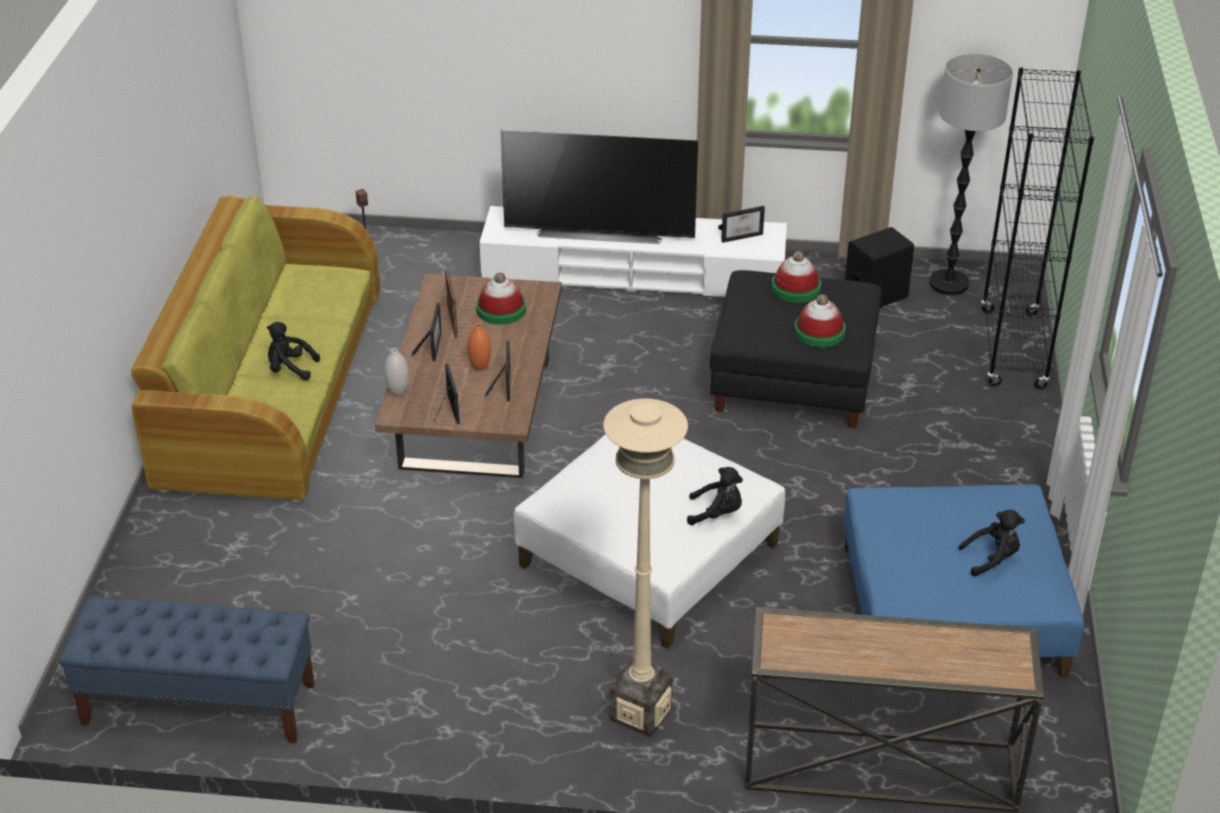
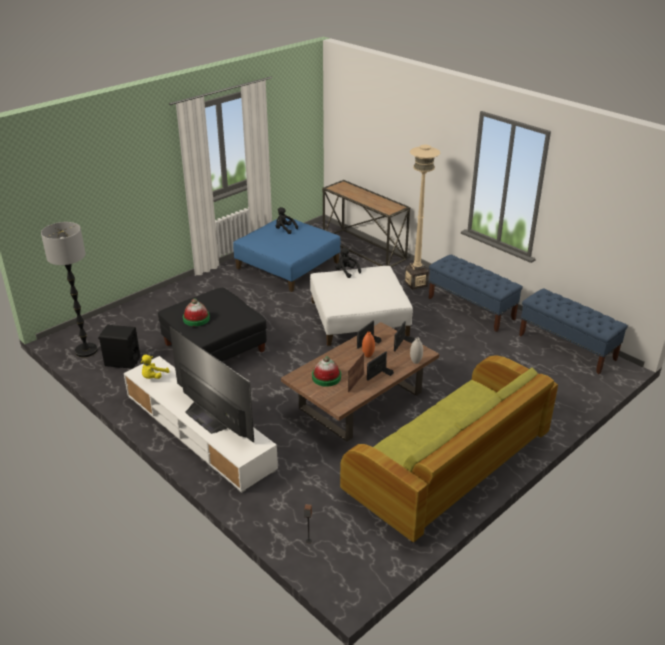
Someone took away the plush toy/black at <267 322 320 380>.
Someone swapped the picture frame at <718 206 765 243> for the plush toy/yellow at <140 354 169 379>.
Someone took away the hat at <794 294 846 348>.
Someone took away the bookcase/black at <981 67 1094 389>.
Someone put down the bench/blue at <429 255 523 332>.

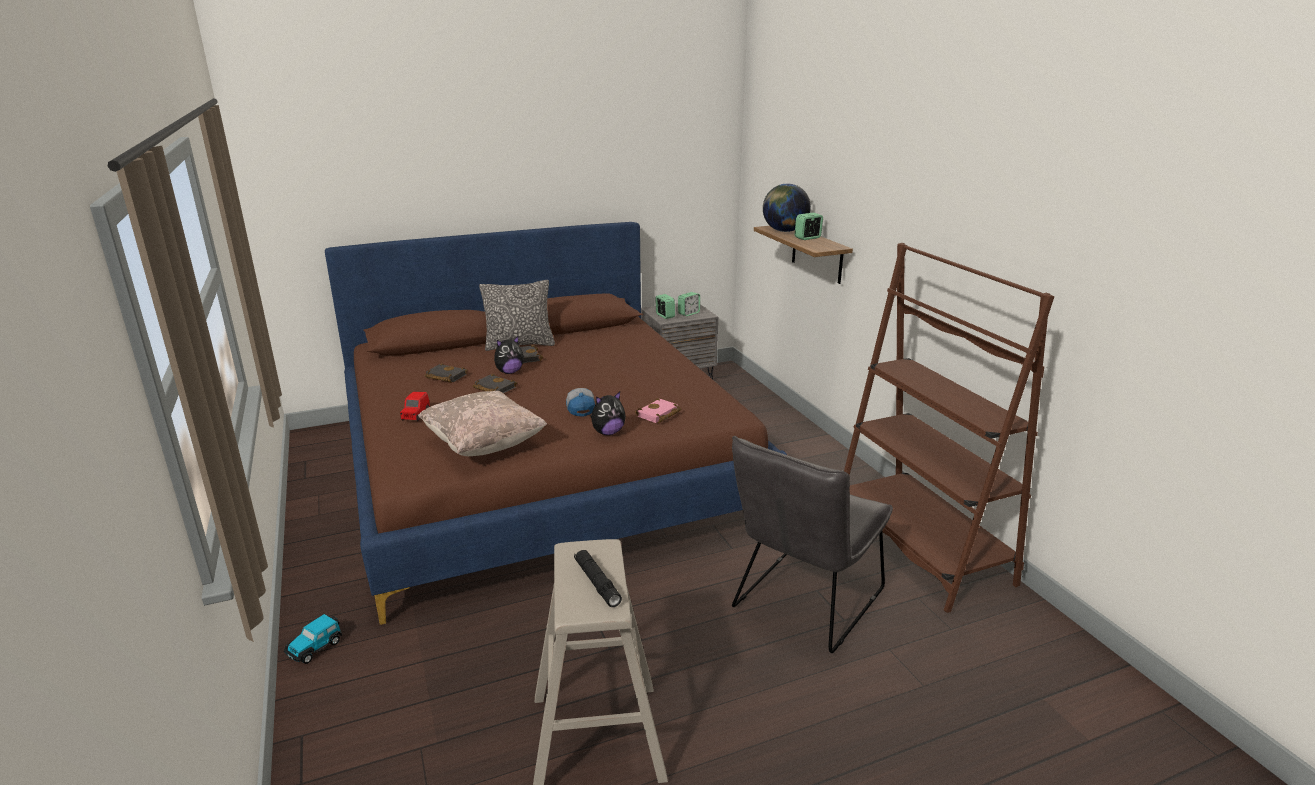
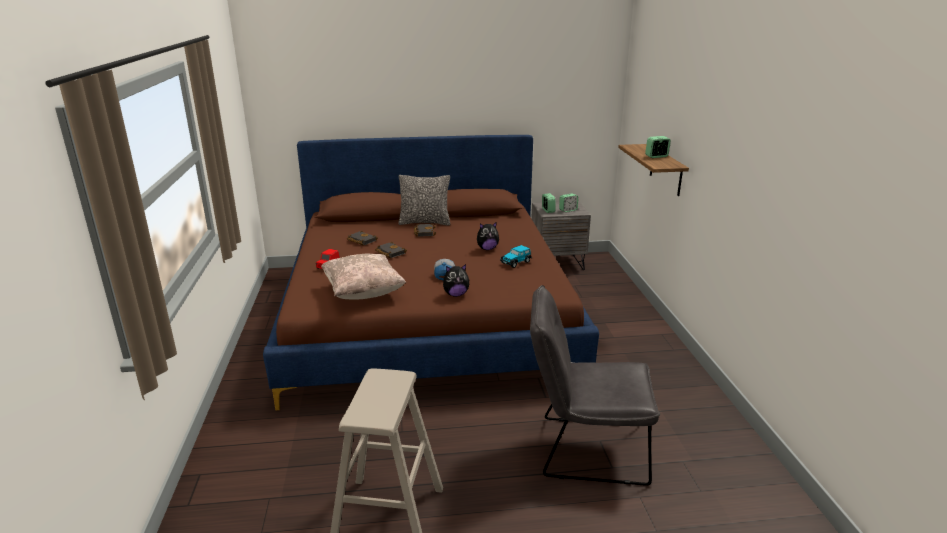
Someone carried the toy car from <284 614 343 664> to <500 245 532 268>.
Someone carried the plush toy from <494 336 524 374> to <477 222 499 250>.
Someone took away the flashlight/black at <574 550 622 607>.
Someone took away the book/pink at <635 398 681 423>.
Someone rotated the chair/grey at <732 436 893 653> by 45 degrees clockwise.
Someone took away the globe at <763 184 811 232>.
Someone took away the bookcase/brown at <844 243 1054 613>.

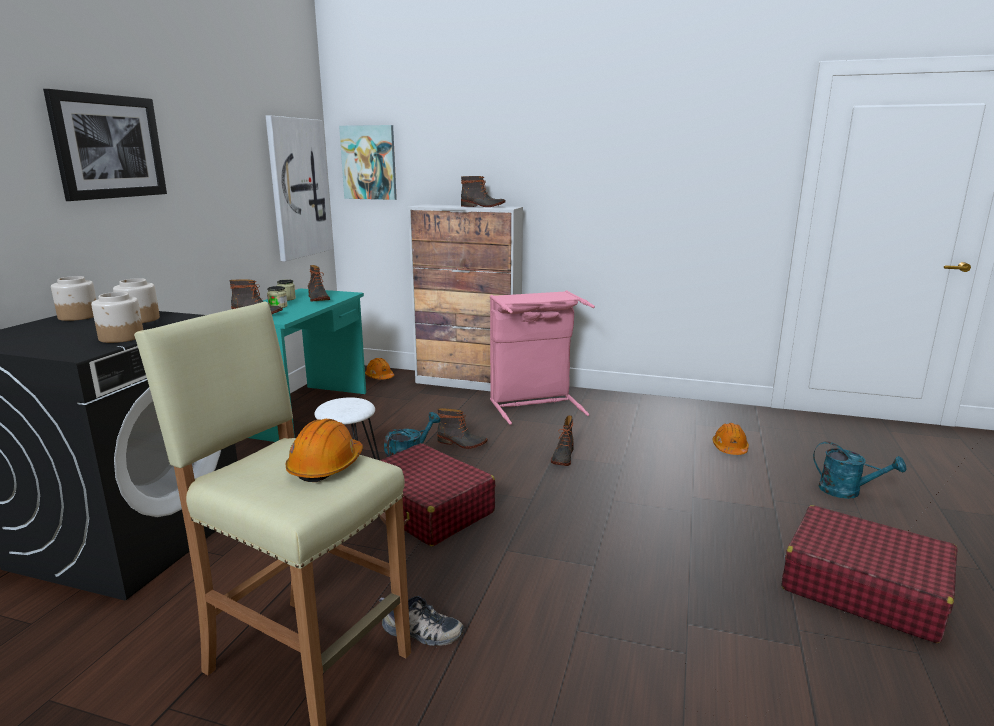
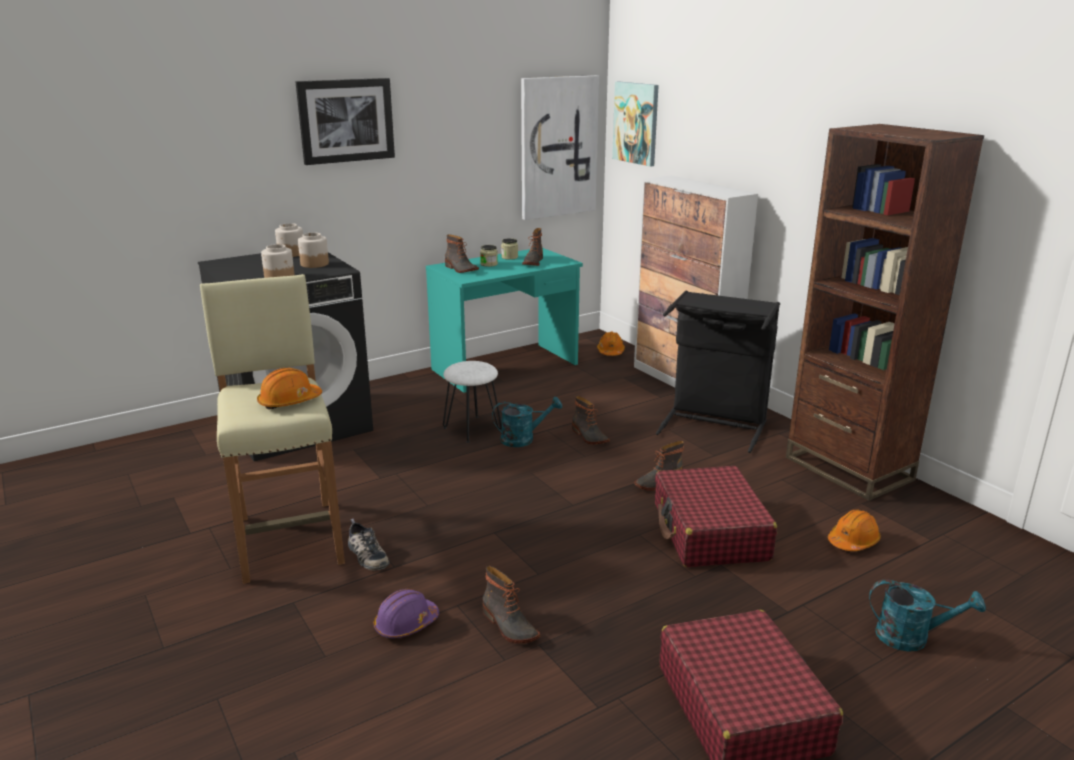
Someone carried the suitcase/red from <379 443 495 546> to <655 466 777 567>.
Someone carried the boot from <461 176 506 207> to <483 566 540 643>.
Someone repainted the laundry basket/pink at <490 290 595 425>, which became the laundry basket/black at <656 291 780 453>.
Someone rotated the watering can/turquoise at <813 441 906 499> by 60 degrees counterclockwise.
Someone put down the hard hat/purple at <374 589 439 639>.
Someone put down the bookcase/brown at <786 124 984 501>.

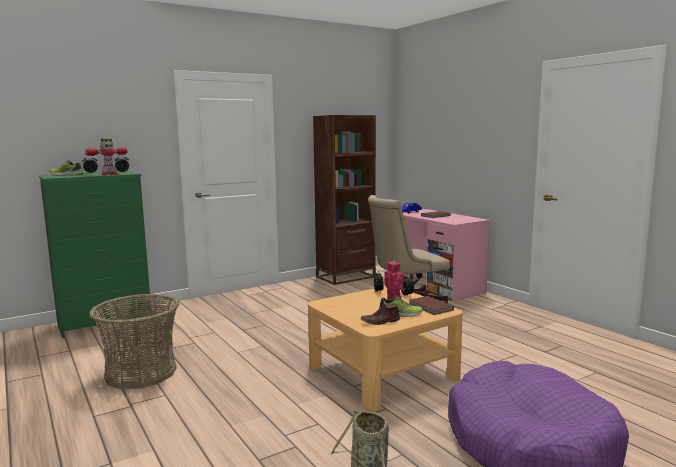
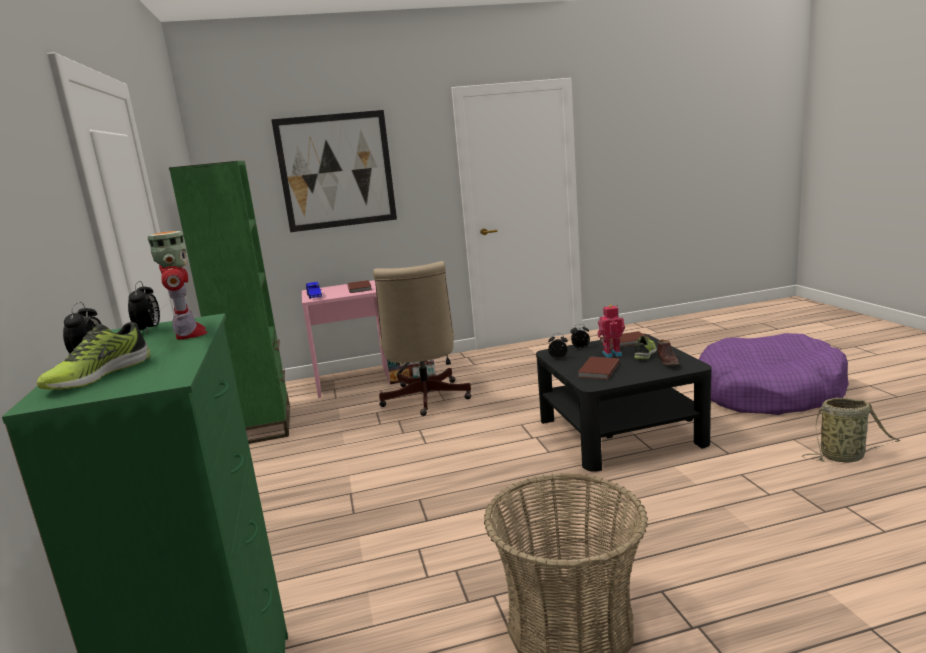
Someone repainted the coffee table/beige at <308 286 463 410>, which became the coffee table/black at <536 334 711 472>.
Someone repainted the bookcase/brown at <313 115 376 285>, which became the bookcase/green at <169 161 290 444>.
Someone put up the picture at <271 110 397 232>.
Someone put down the book/brown at <578 357 620 380>.

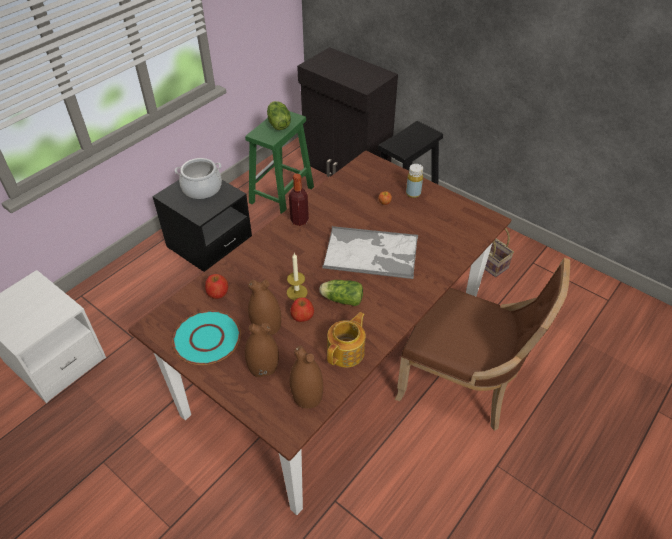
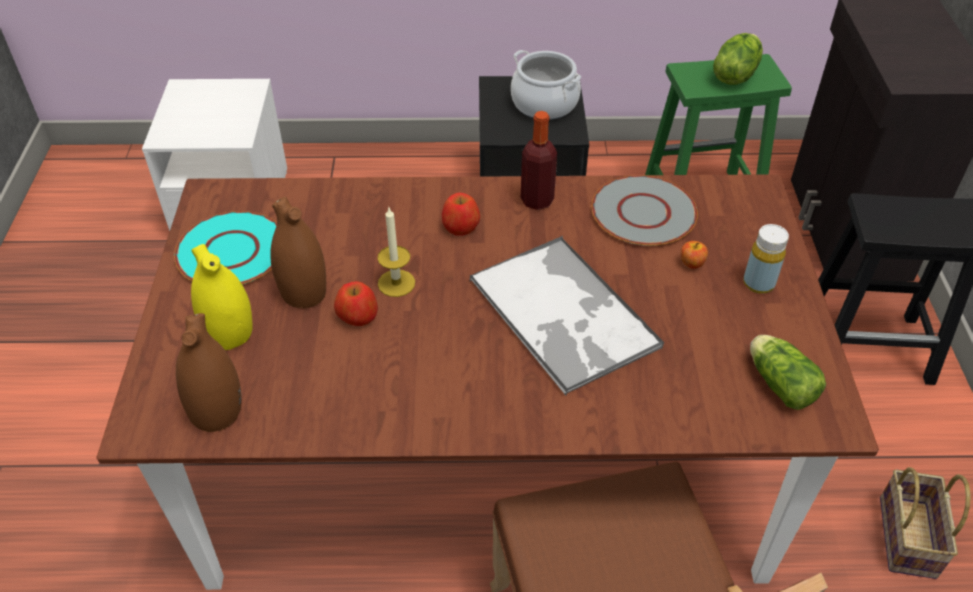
Someone carried the apple from <205 274 228 299> to <442 193 480 236>.
Someone repainted the vase/brown at <245 323 279 377>, which became the vase/yellow at <191 244 253 350>.
Someone carried the lettuce from <319 280 363 306> to <750 335 826 410>.
Someone took away the teapot at <327 312 366 368>.
Someone put down the plate/grey at <592 175 698 246>.

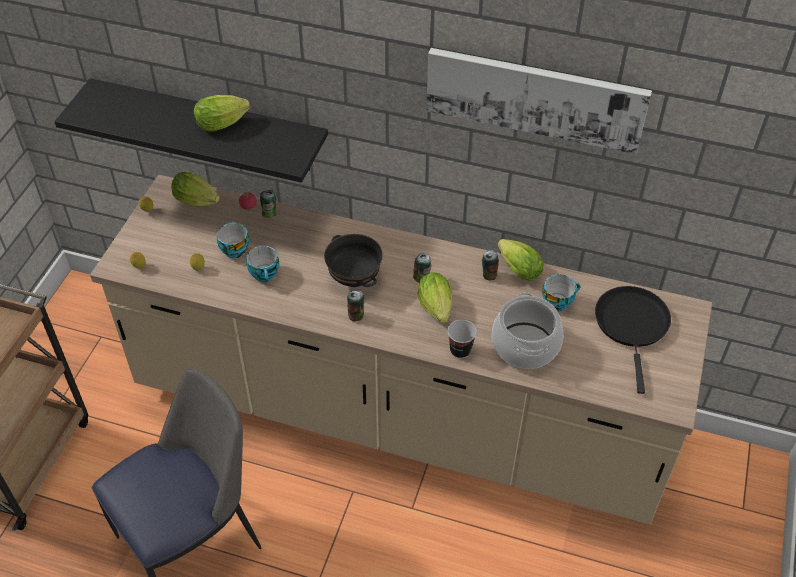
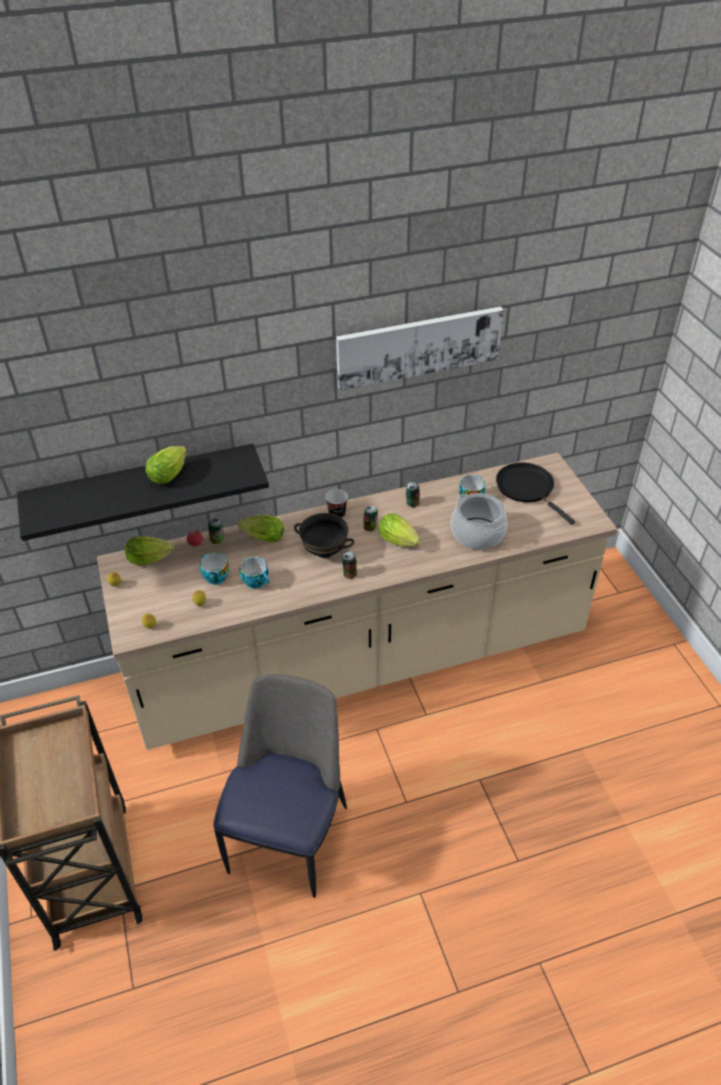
Someone carried the cup from <448 320 477 359> to <325 489 348 518>.
Someone carried the lettuce from <498 239 544 281> to <238 515 284 543>.

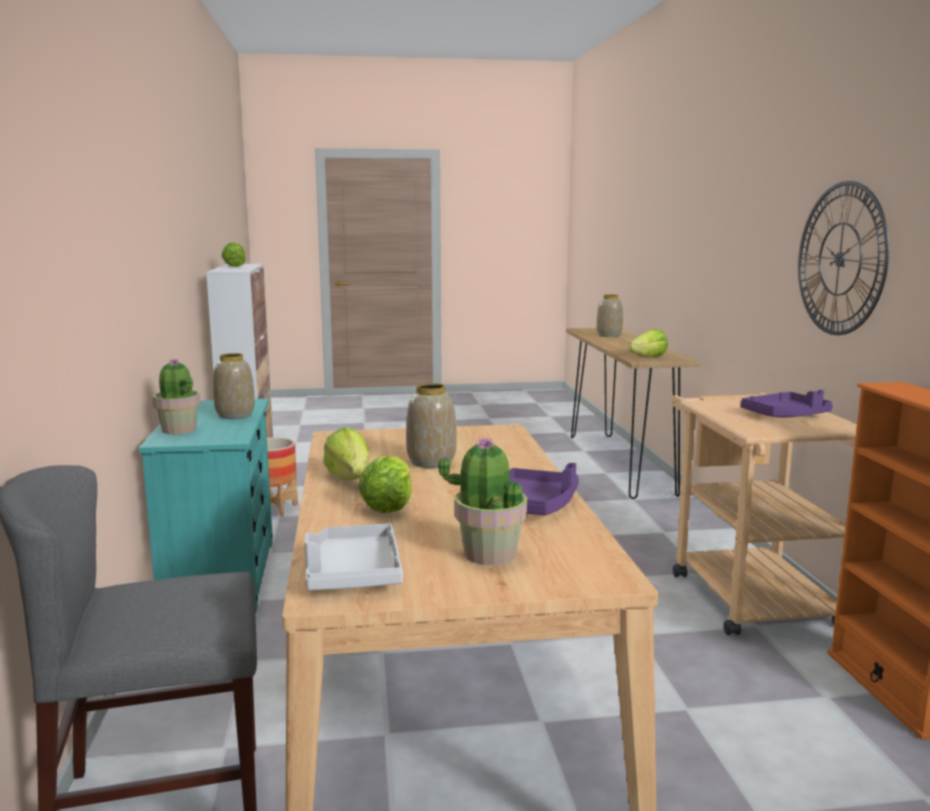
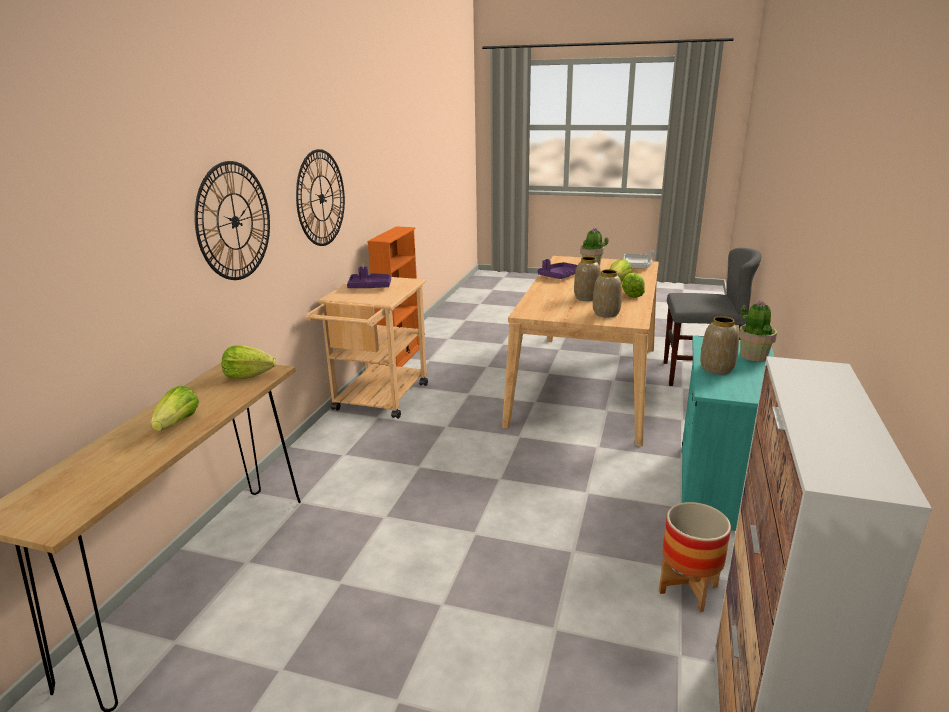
Someone carried the lettuce from <221 242 246 267> to <151 386 199 431>.
Someone carried the vase from <597 294 623 337> to <593 269 622 318>.
Someone put up the wall clock at <194 161 270 280>.

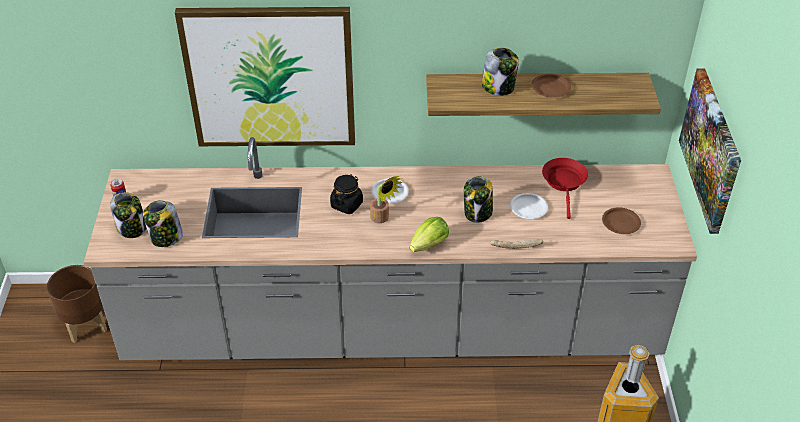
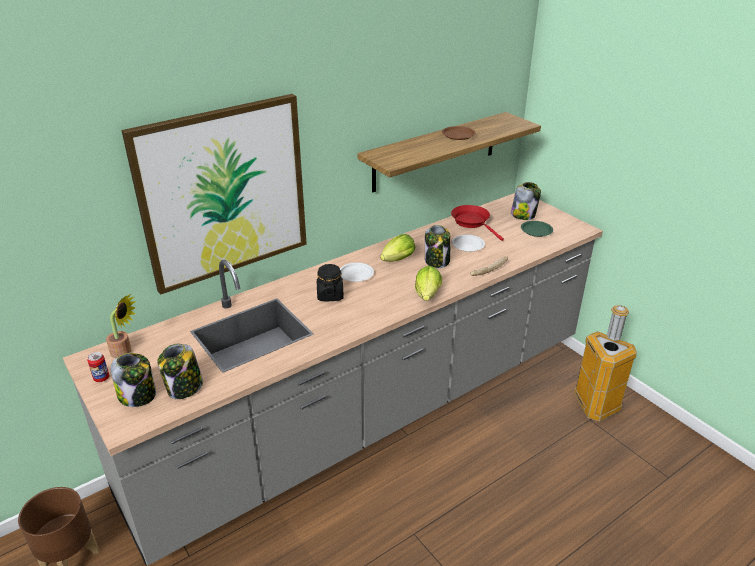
Someone carried the potted plant from <370 176 403 223> to <106 294 137 358>.
Someone carried the jar from <482 47 519 96> to <511 182 541 220>.
Someone repainted the plate/brown at <602 207 641 234>, which became the plate/green at <521 221 553 237>.
Someone took away the picture at <679 69 741 234>.
Someone put down the lettuce at <380 234 415 262>.

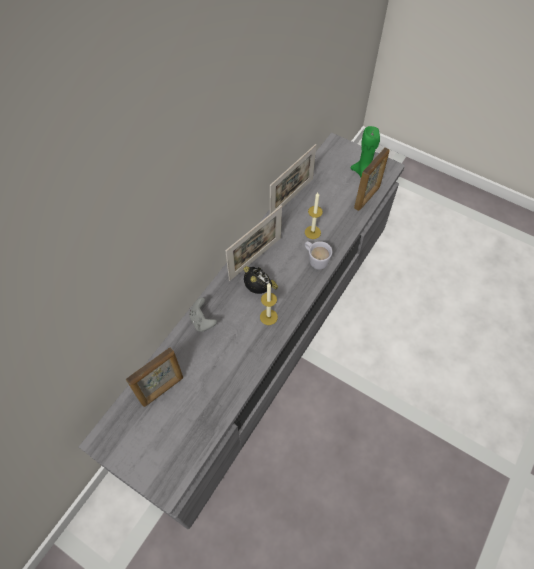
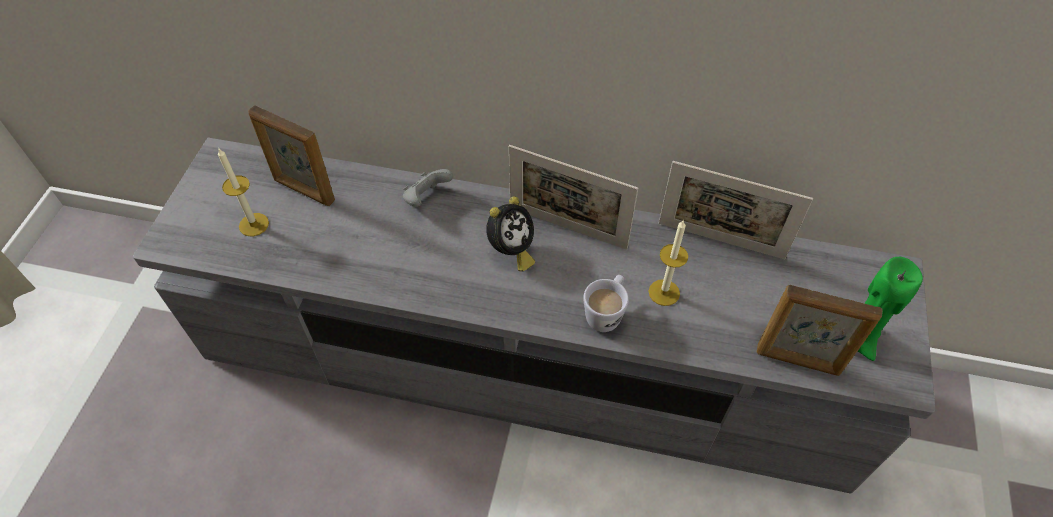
Someone carried the candle from <260 283 278 325> to <218 149 269 236>.

